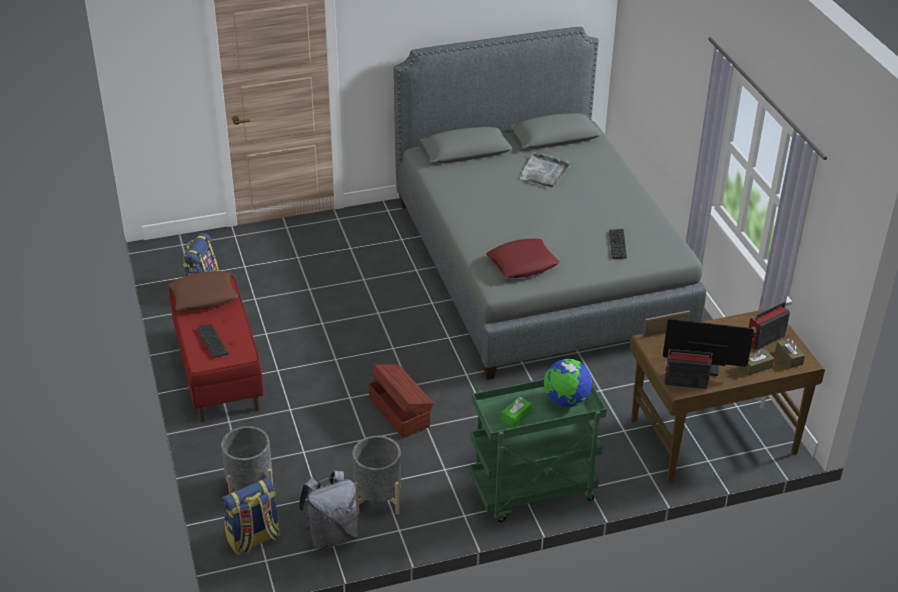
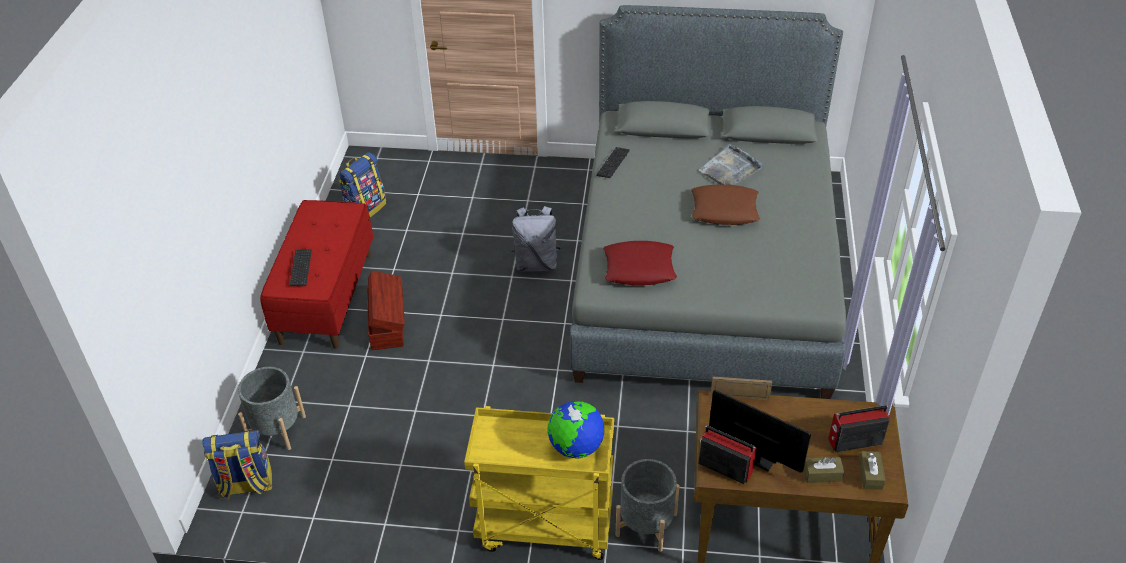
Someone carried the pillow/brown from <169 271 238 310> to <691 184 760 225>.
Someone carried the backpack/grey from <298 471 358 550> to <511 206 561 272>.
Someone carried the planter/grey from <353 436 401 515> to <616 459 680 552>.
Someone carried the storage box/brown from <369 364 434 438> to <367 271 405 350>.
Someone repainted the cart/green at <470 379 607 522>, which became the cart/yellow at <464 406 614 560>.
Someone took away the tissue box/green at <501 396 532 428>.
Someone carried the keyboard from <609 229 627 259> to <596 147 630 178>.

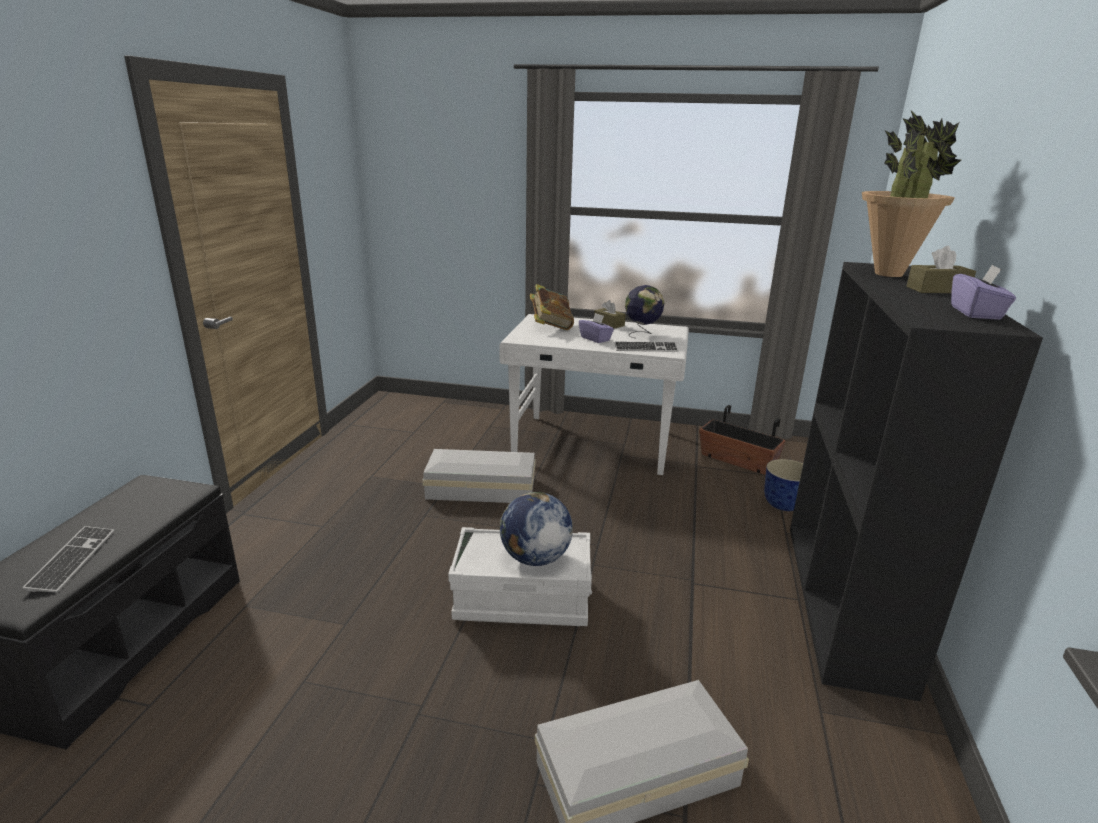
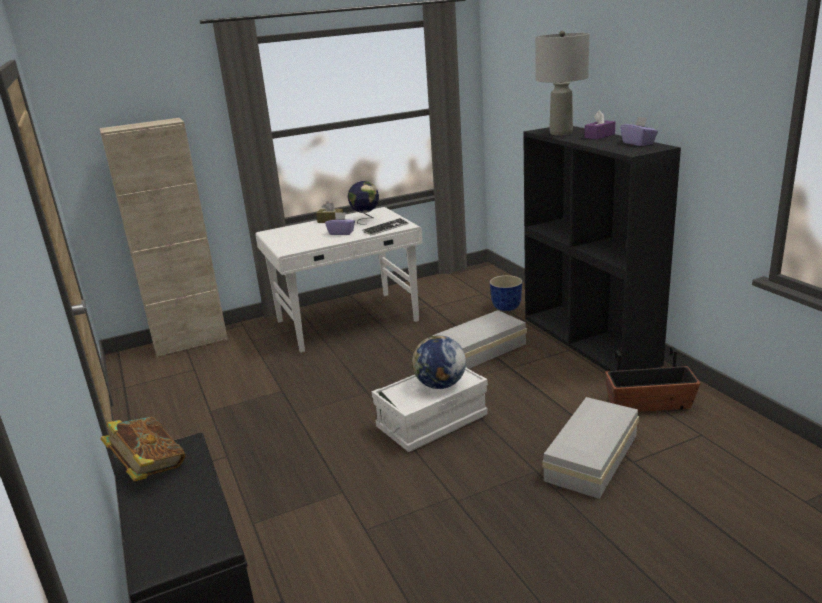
Someone took away the keyboard at <22 526 115 593>.
Someone carried the storage box/white from <422 449 536 503> to <432 310 527 369>.
Someone carried the book from <530 284 574 330> to <101 417 185 482>.
Someone carried the planter from <699 405 786 475> to <605 347 700 412>.
Someone swapped the potted plant at <862 111 961 277> for the table lamp/grey at <535 31 589 135>.
Someone repainted the tissue box/brown at <906 246 976 293>, which became the tissue box/purple at <584 110 615 139>.
Someone put down the cabinet/beige at <99 118 228 358>.

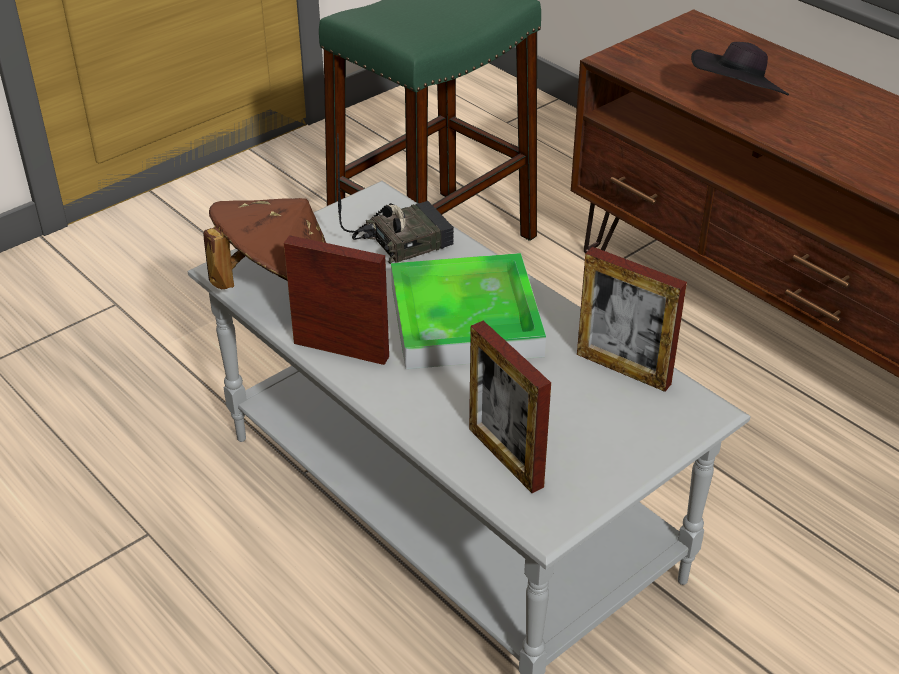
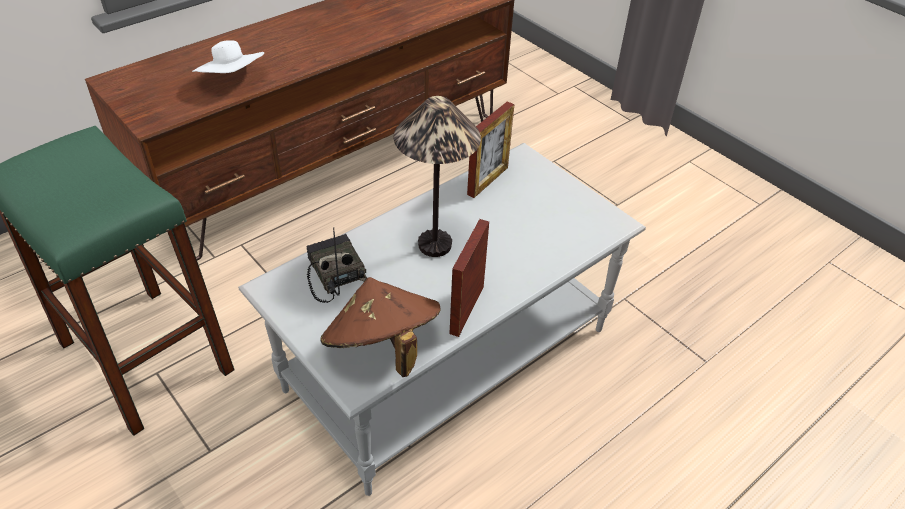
Someone swapped the tray at <391 253 546 369> for the table lamp at <393 96 481 257>.
Someone took away the picture frame at <469 321 551 493>.
Someone repainted the hat/black at <691 42 789 95>, which became the hat/white at <192 41 264 73>.

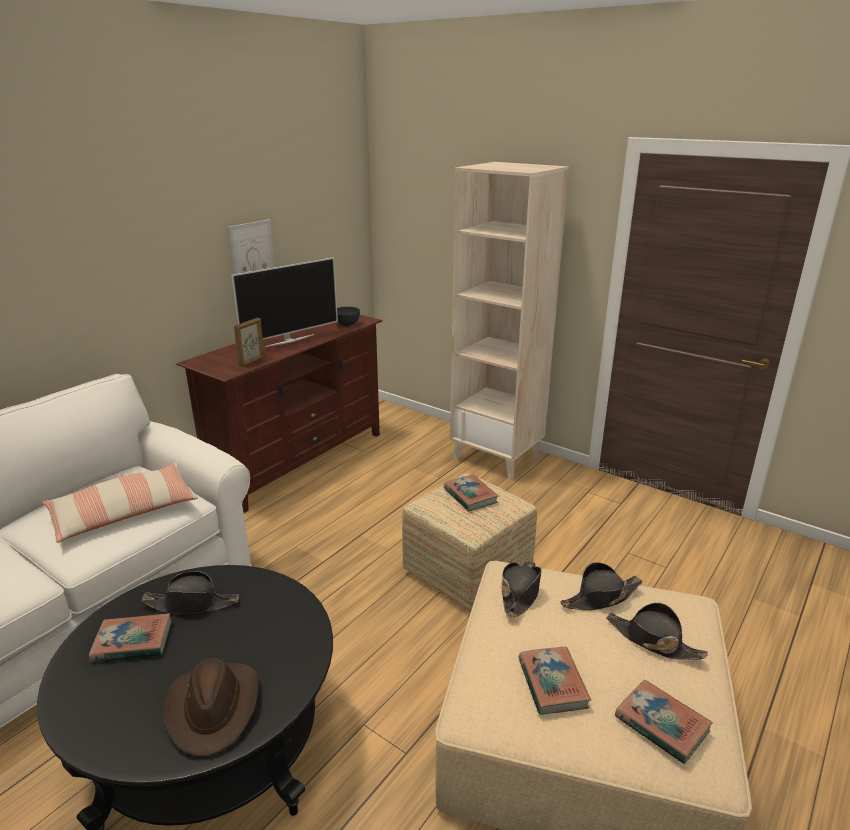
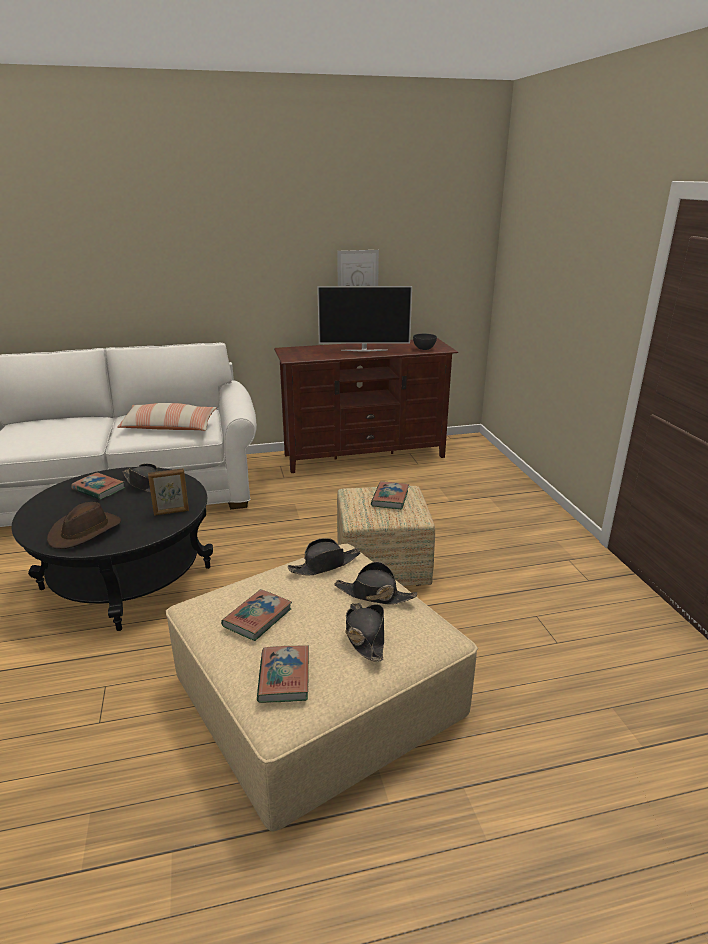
Someone carried the picture frame from <234 318 265 368> to <148 468 189 516>.
Someone took away the bookcase/beige at <450 162 569 480>.

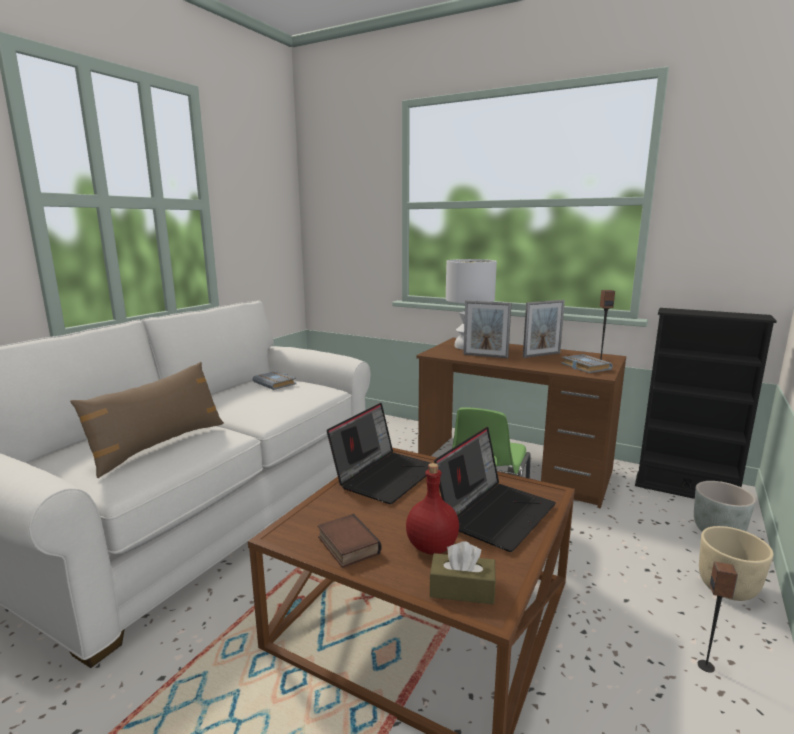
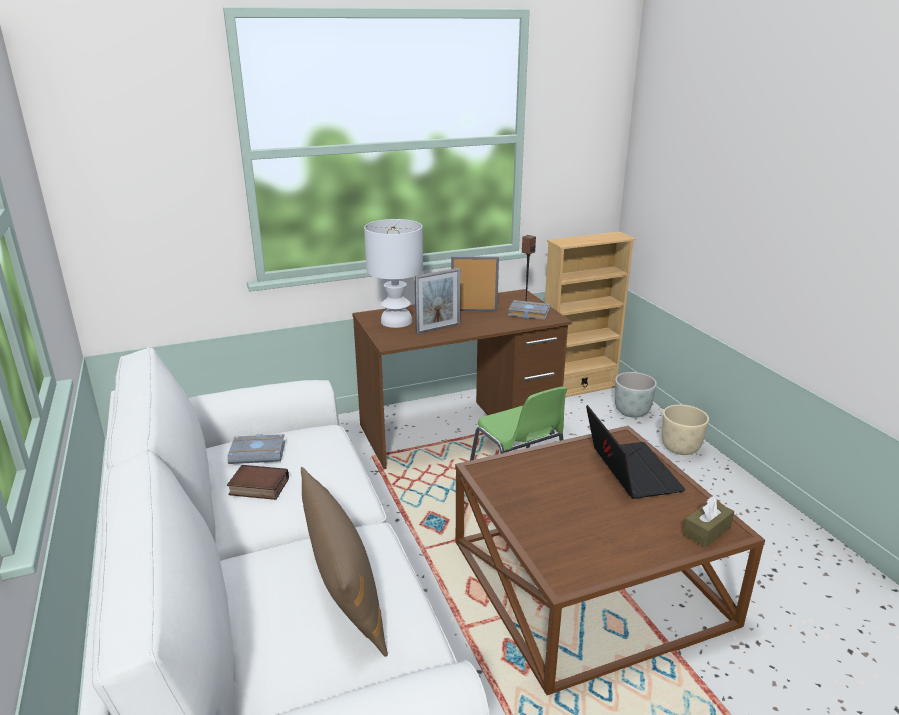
Someone carried the book from <318 514 381 568> to <227 465 289 500>.
Someone took away the laptop at <327 403 430 504>.
Someone took away the bottle/red at <406 463 459 555>.
Someone rotated the picture frame at <523 300 565 358> by 105 degrees counterclockwise.
Someone repainted the bookcase/black at <635 308 777 499>, which became the bookcase/beige at <545 231 636 397>.
Someone took away the speaker at <698 561 738 673>.

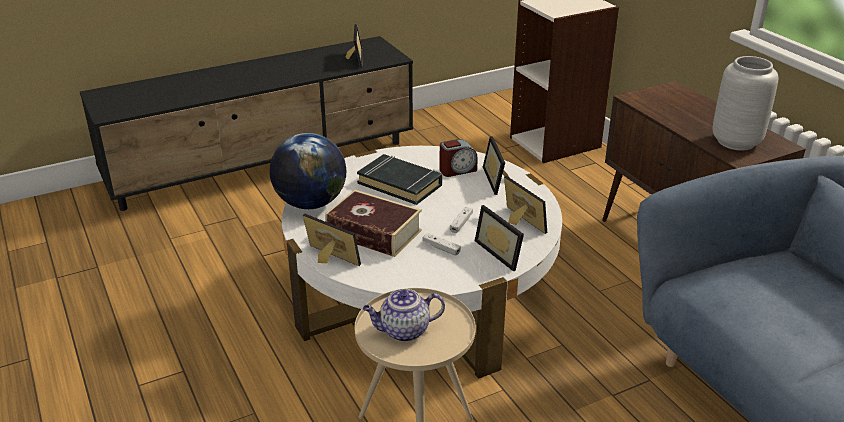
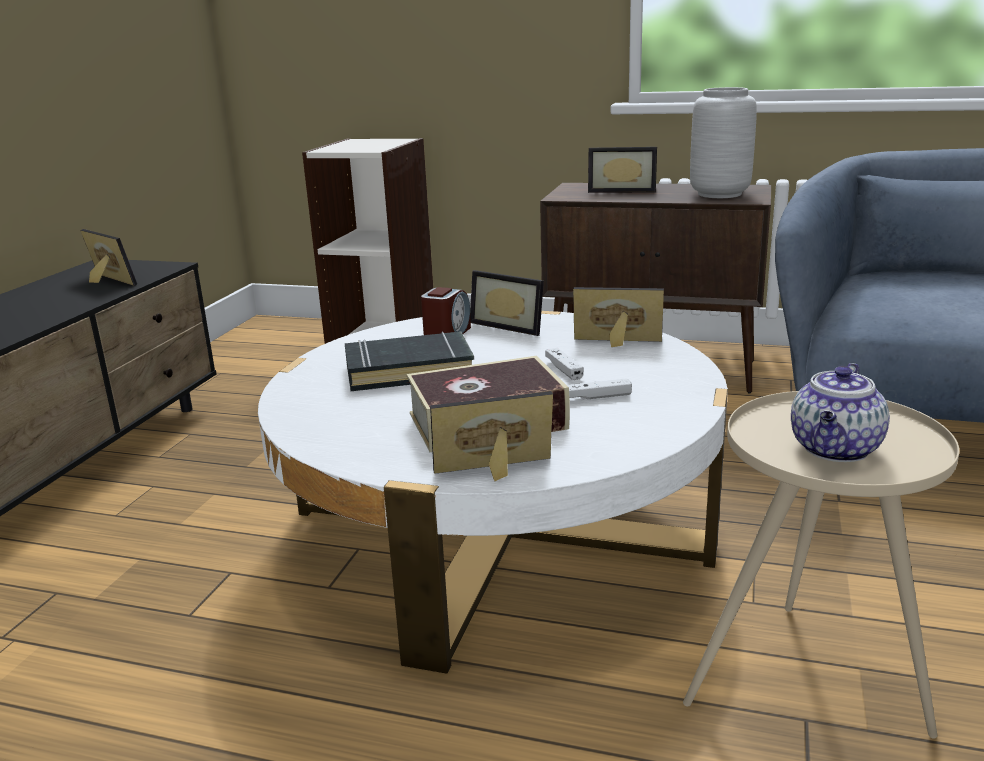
Someone took away the globe at <270 133 346 209>.
Someone carried the picture frame from <475 205 524 271> to <588 147 657 193>.

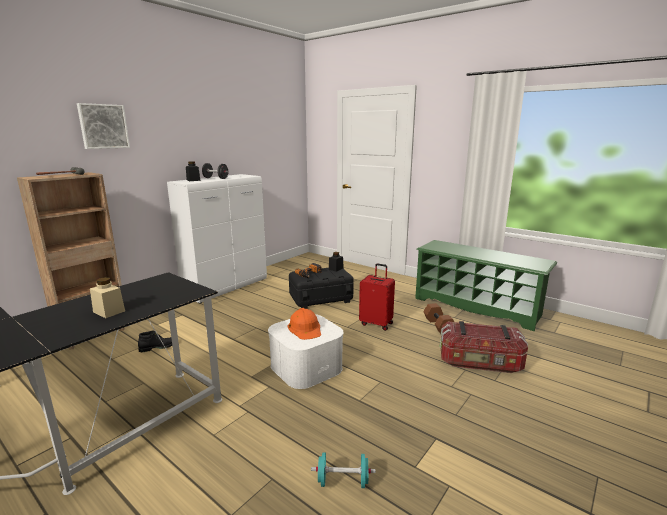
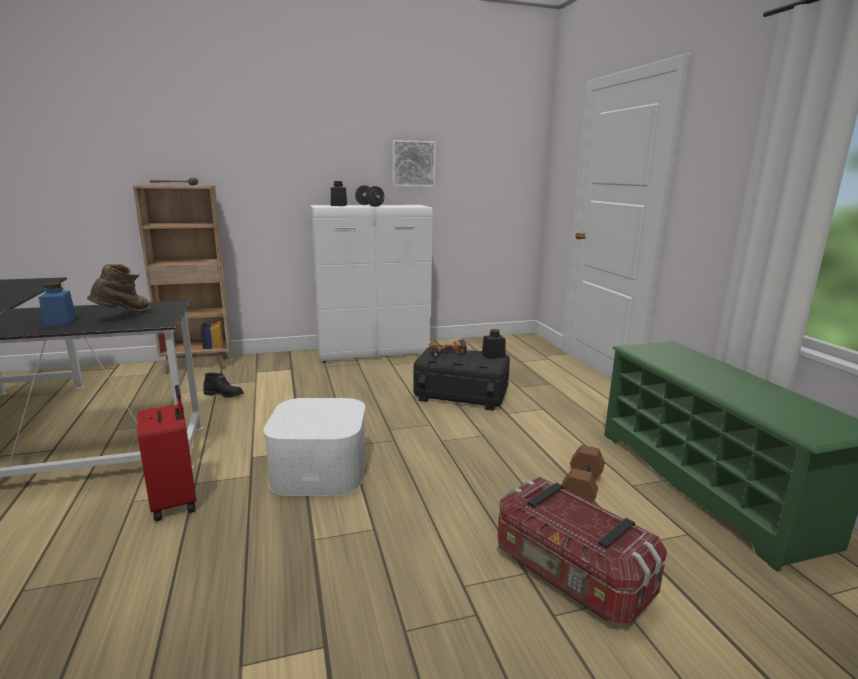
Someone carried the picture from <77 103 130 149> to <392 140 436 187>.
Someone repainted the jar/beige at <90 277 125 318>, which became the jar/blue at <39 282 76 326>.
Someone took away the hard hat/orange at <287 308 321 340>.
Someone took away the dumbbell/turquoise at <311 452 376 488>.
Someone carried the suitcase/red from <359 263 395 331> to <137 385 196 521>.
Someone put down the boot/brown at <87 264 150 313>.

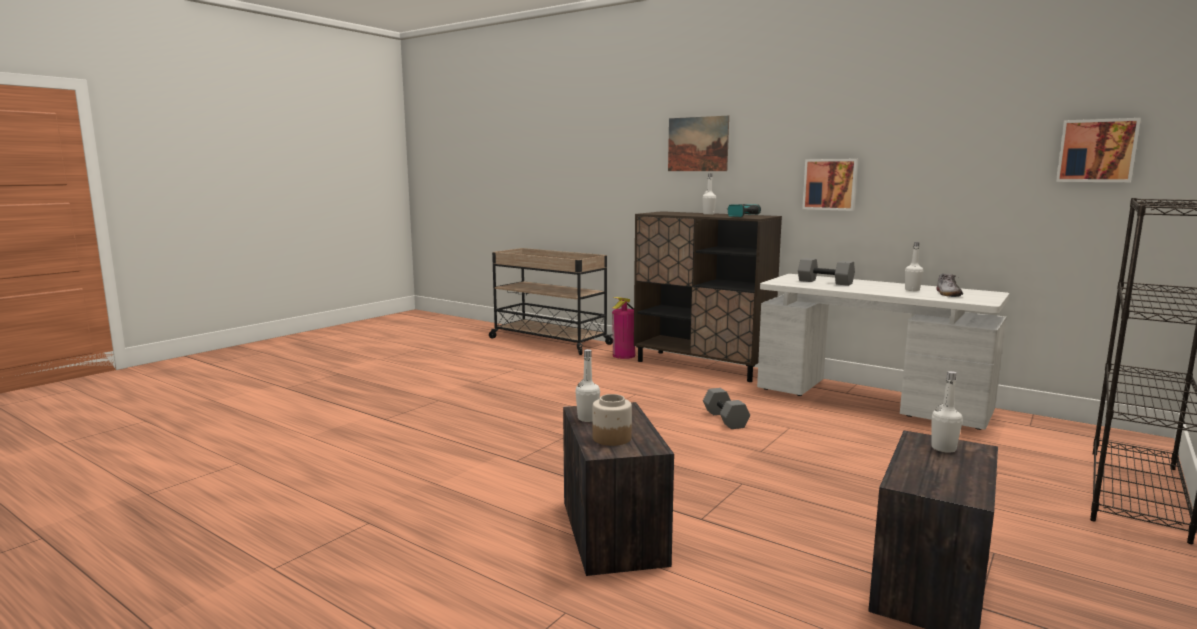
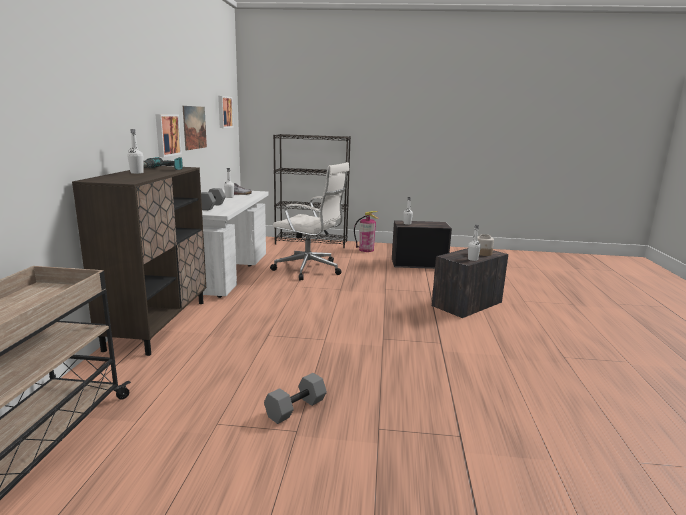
Someone carried the fire extinguisher from <612 297 635 359> to <354 211 378 252>.
Someone carried the picture from <668 116 729 171> to <183 106 207 151>.
Someone carried the dumbbell/grey from <703 388 750 429> to <264 373 327 424>.
Someone put down the office chair/white at <270 162 349 280>.

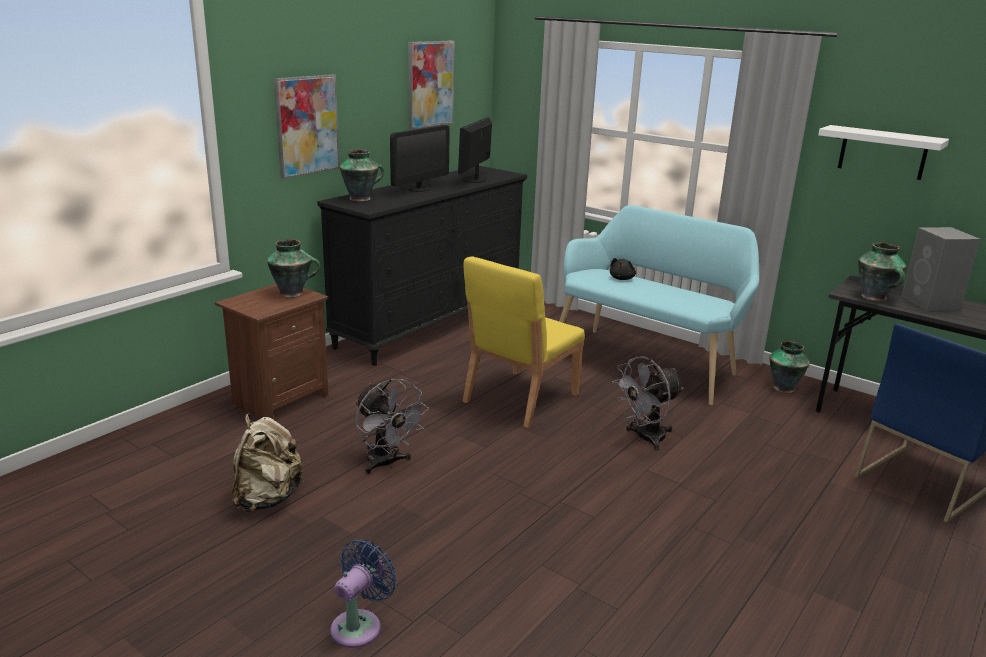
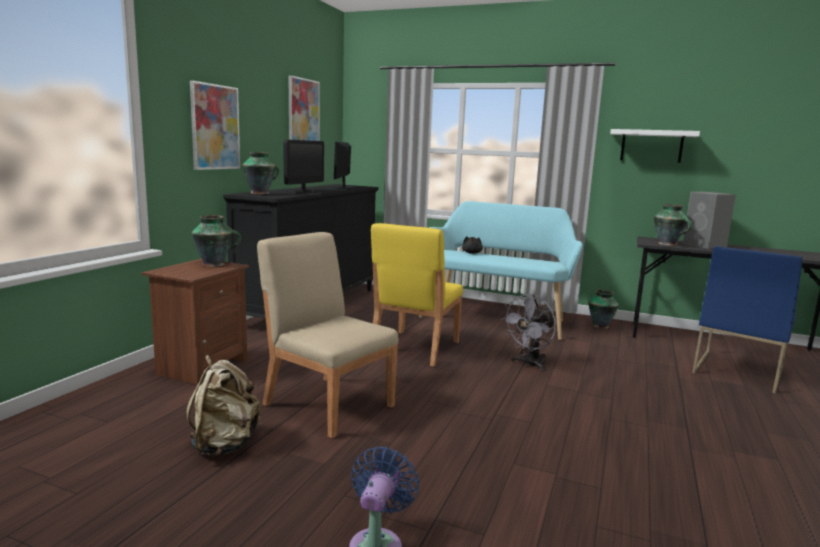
Someone swapped the fan/grey at <355 379 429 474> for the chair/beige at <257 232 399 438>.

